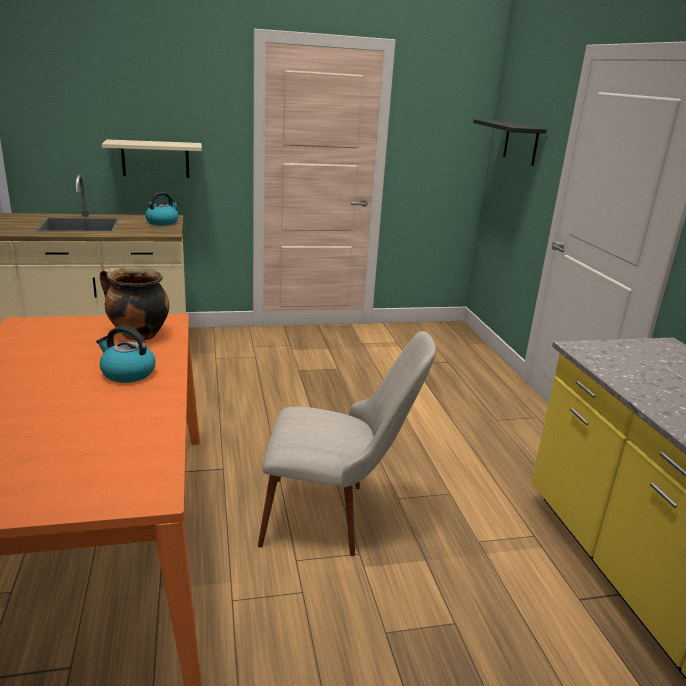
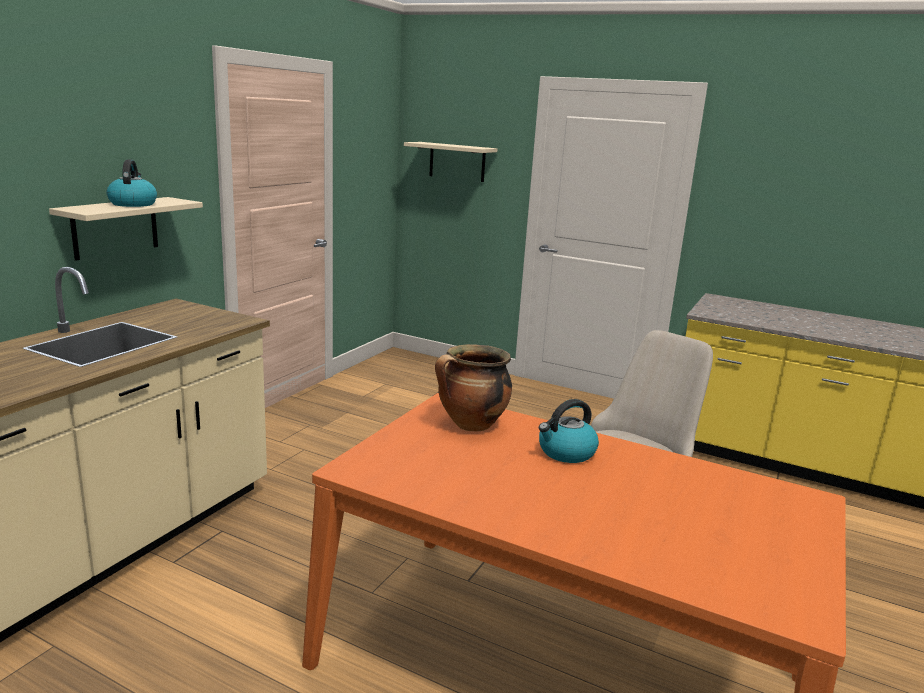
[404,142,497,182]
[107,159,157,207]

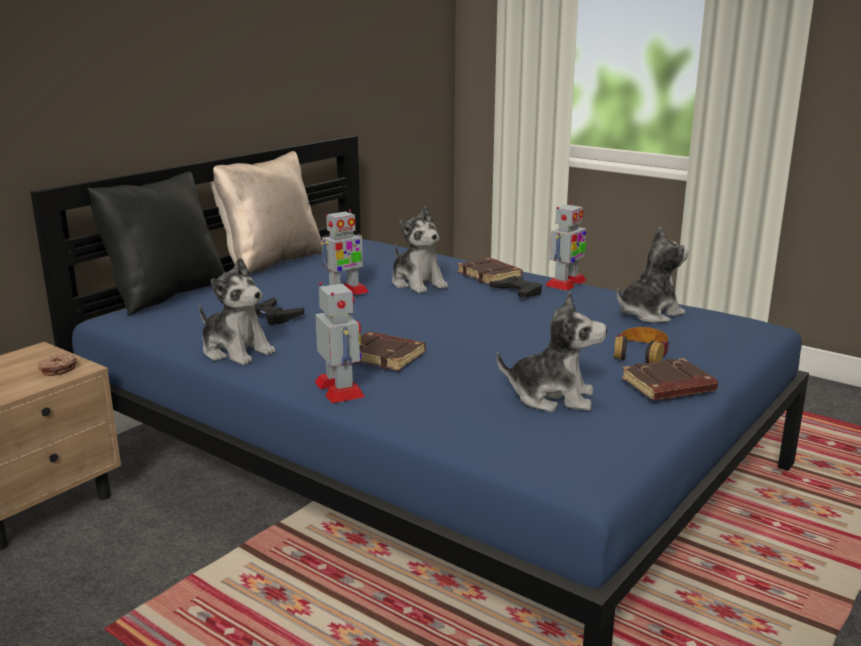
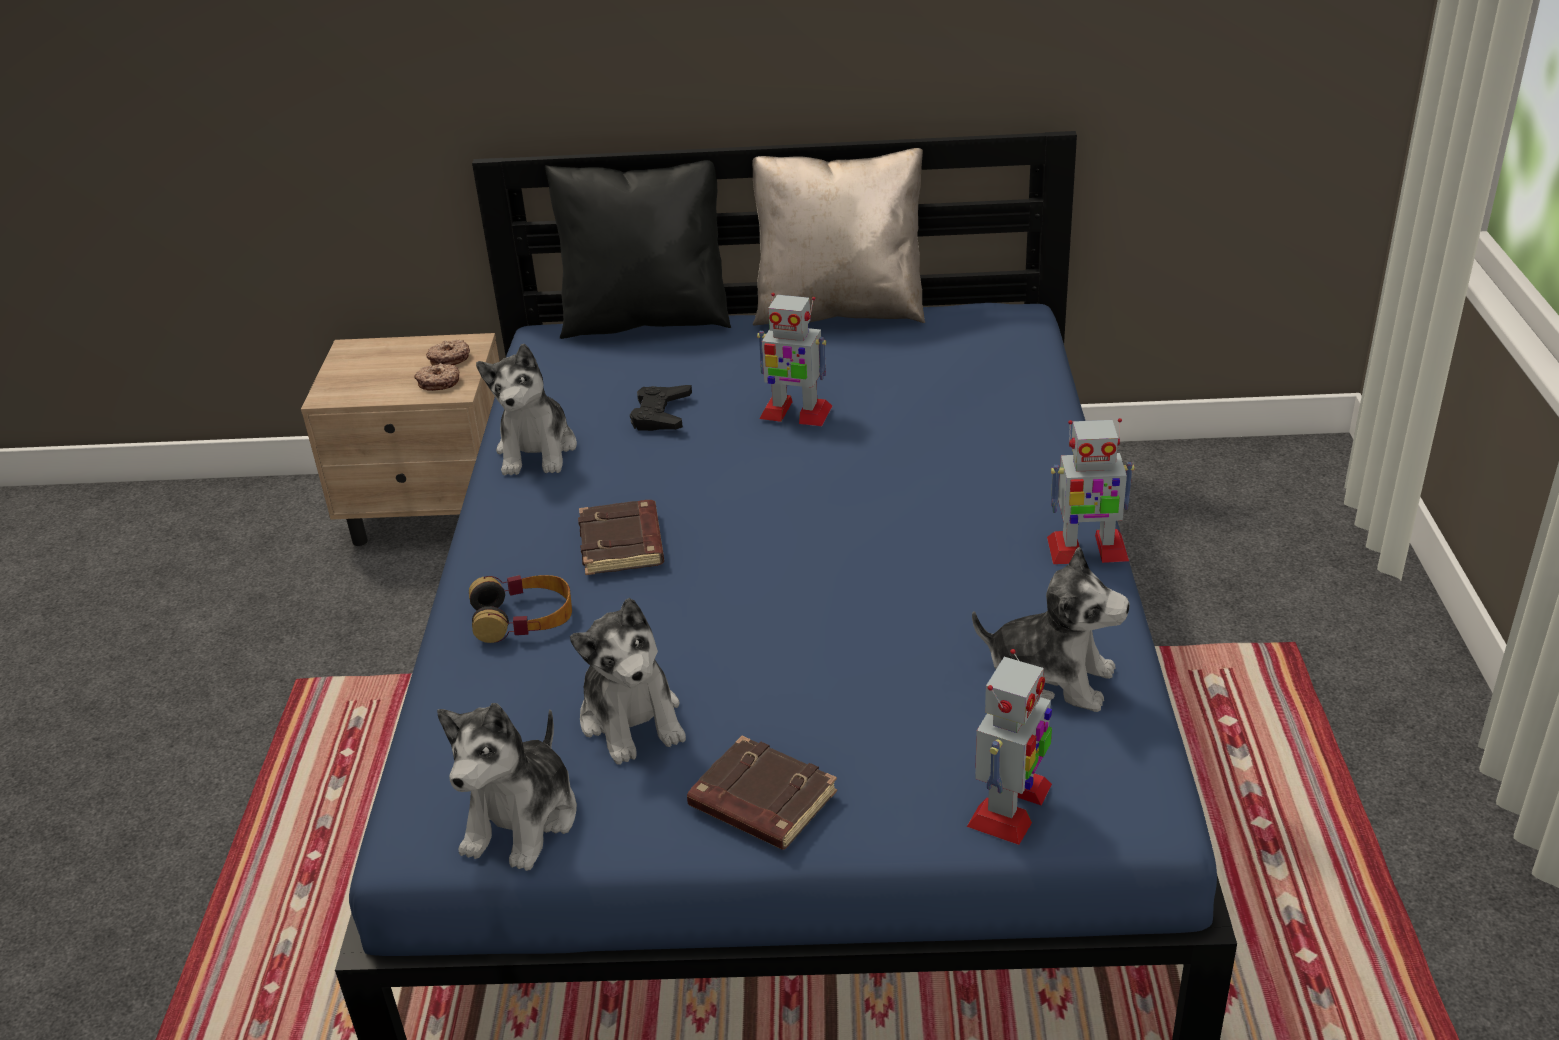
[437,703,577,871]
[457,257,523,284] (first image)
[489,276,542,298] (first image)
[967,649,1052,845]
[469,575,572,643]
[426,340,470,365]

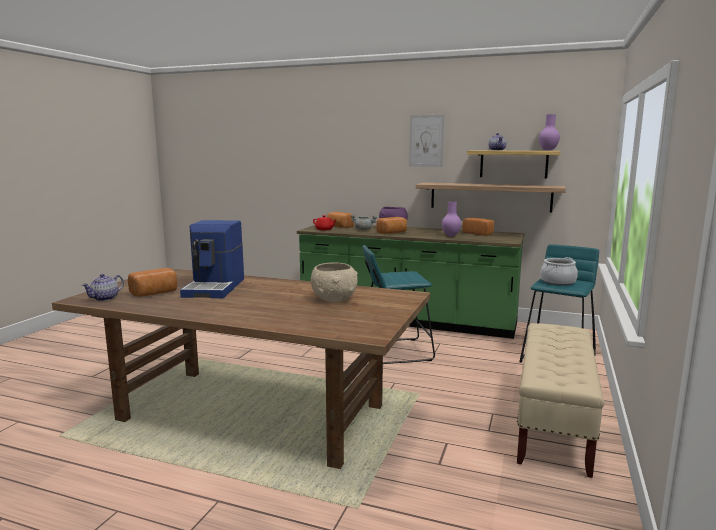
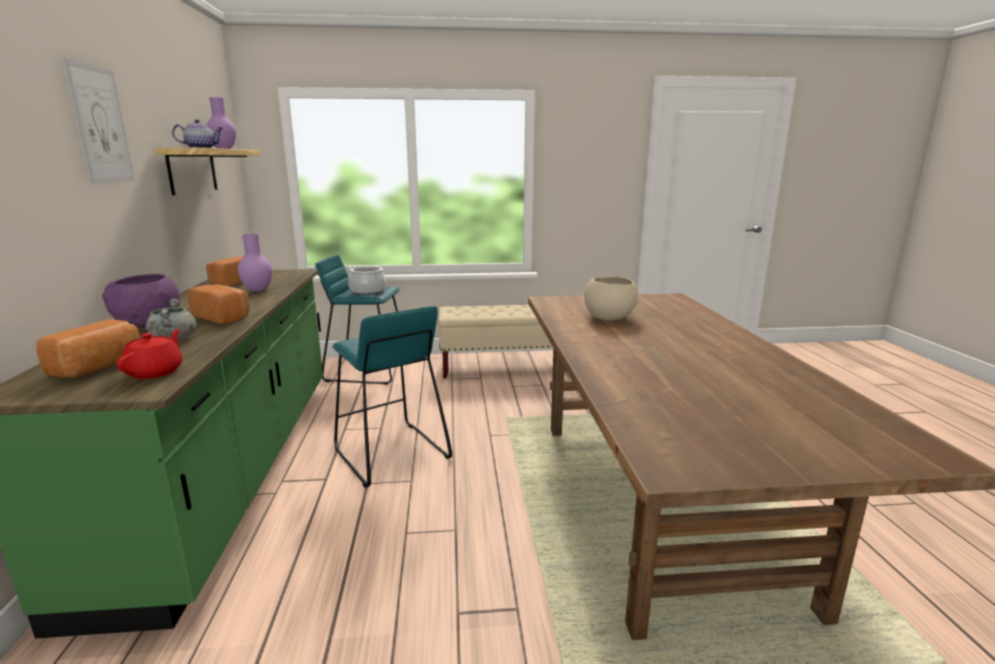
[416,182,566,213] (first image)
[180,220,244,298] (first image)
[128,268,177,297] (first image)
[82,274,124,301] (first image)

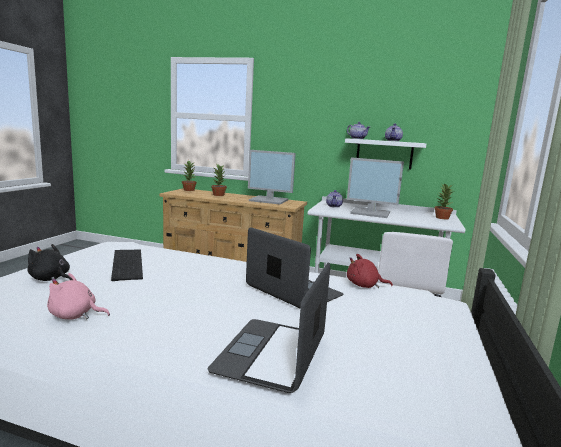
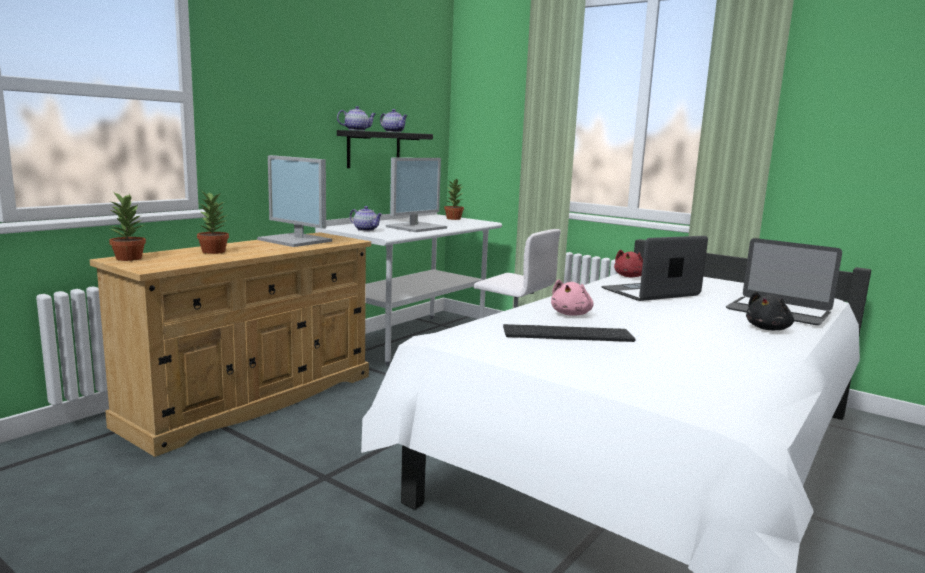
[337,130,433,168]
[257,155,332,247]
[746,292,794,330]
[551,280,593,316]

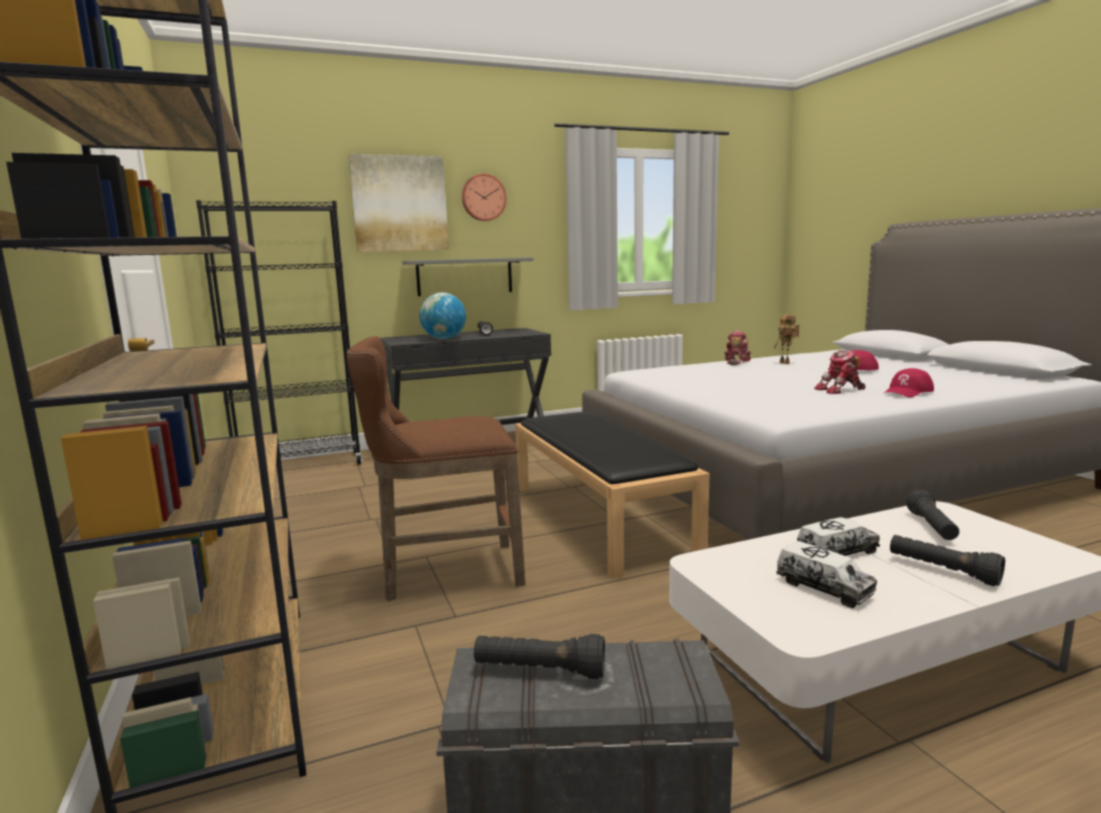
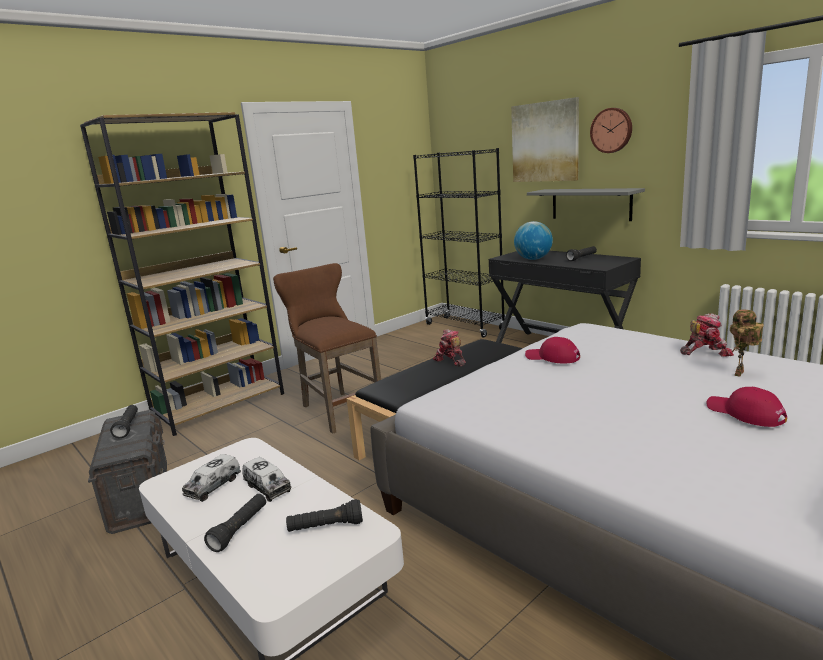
[433,329,466,367]
[525,337,580,363]

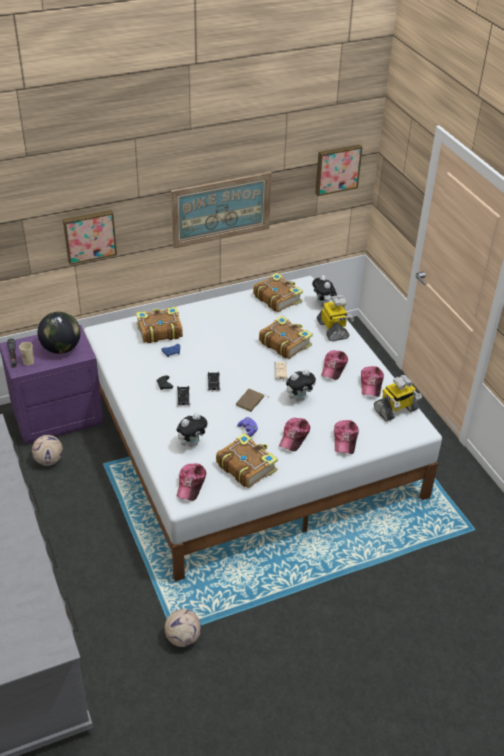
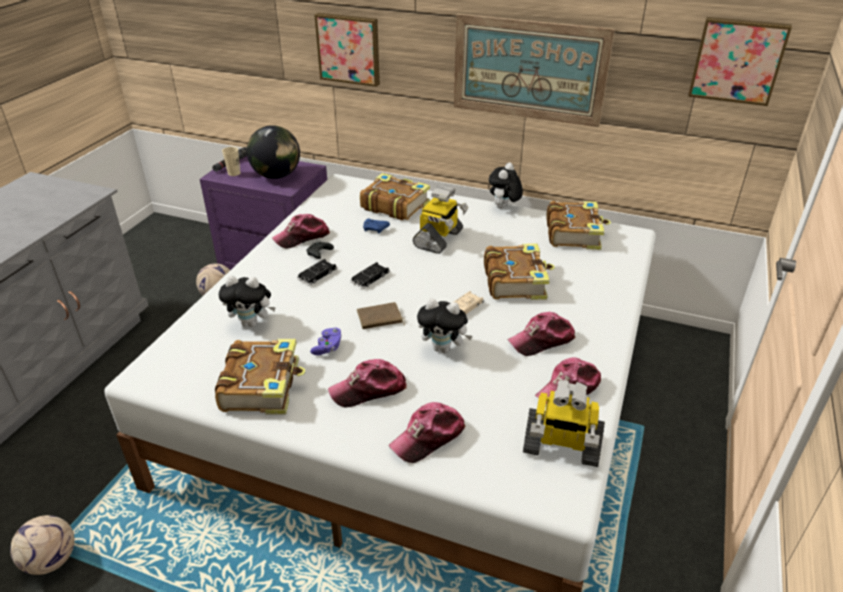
[489,163,523,209]
[412,185,468,254]
[272,214,330,249]

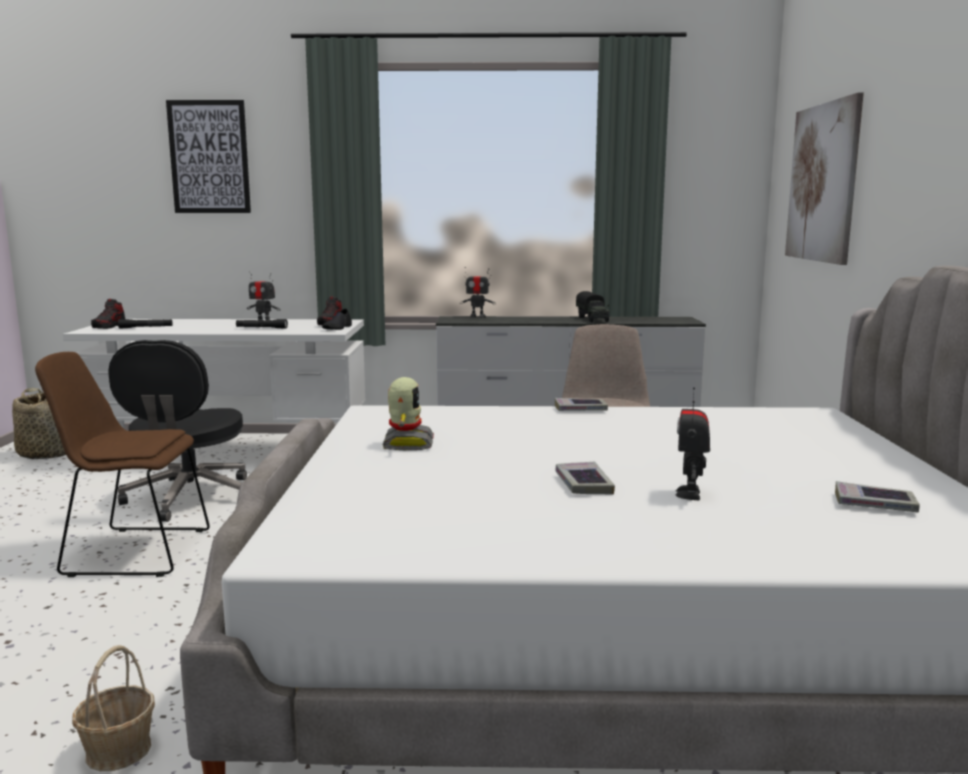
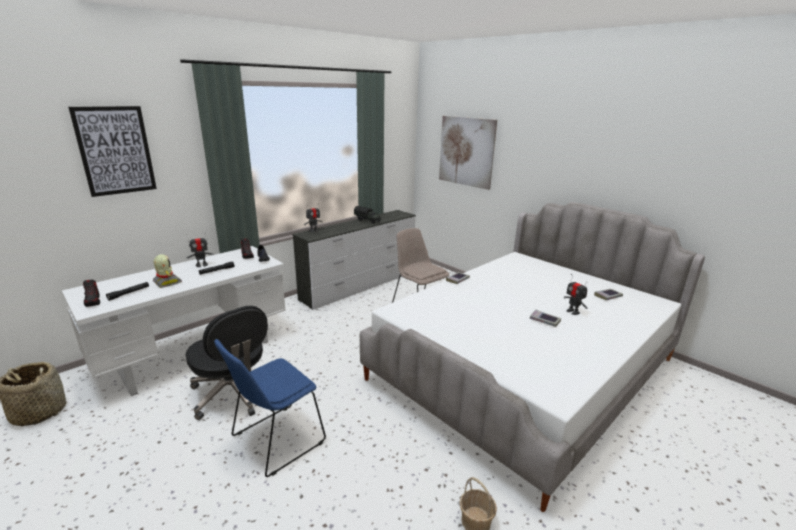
[214,339,326,477]
[153,254,182,288]

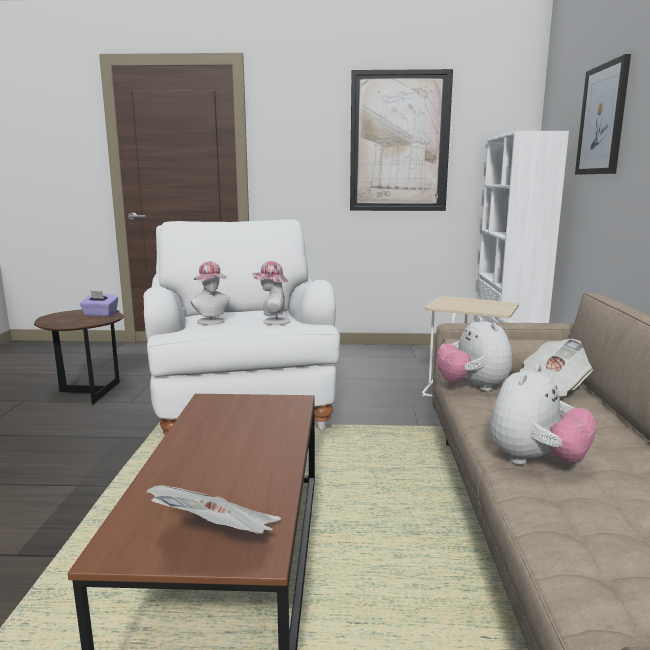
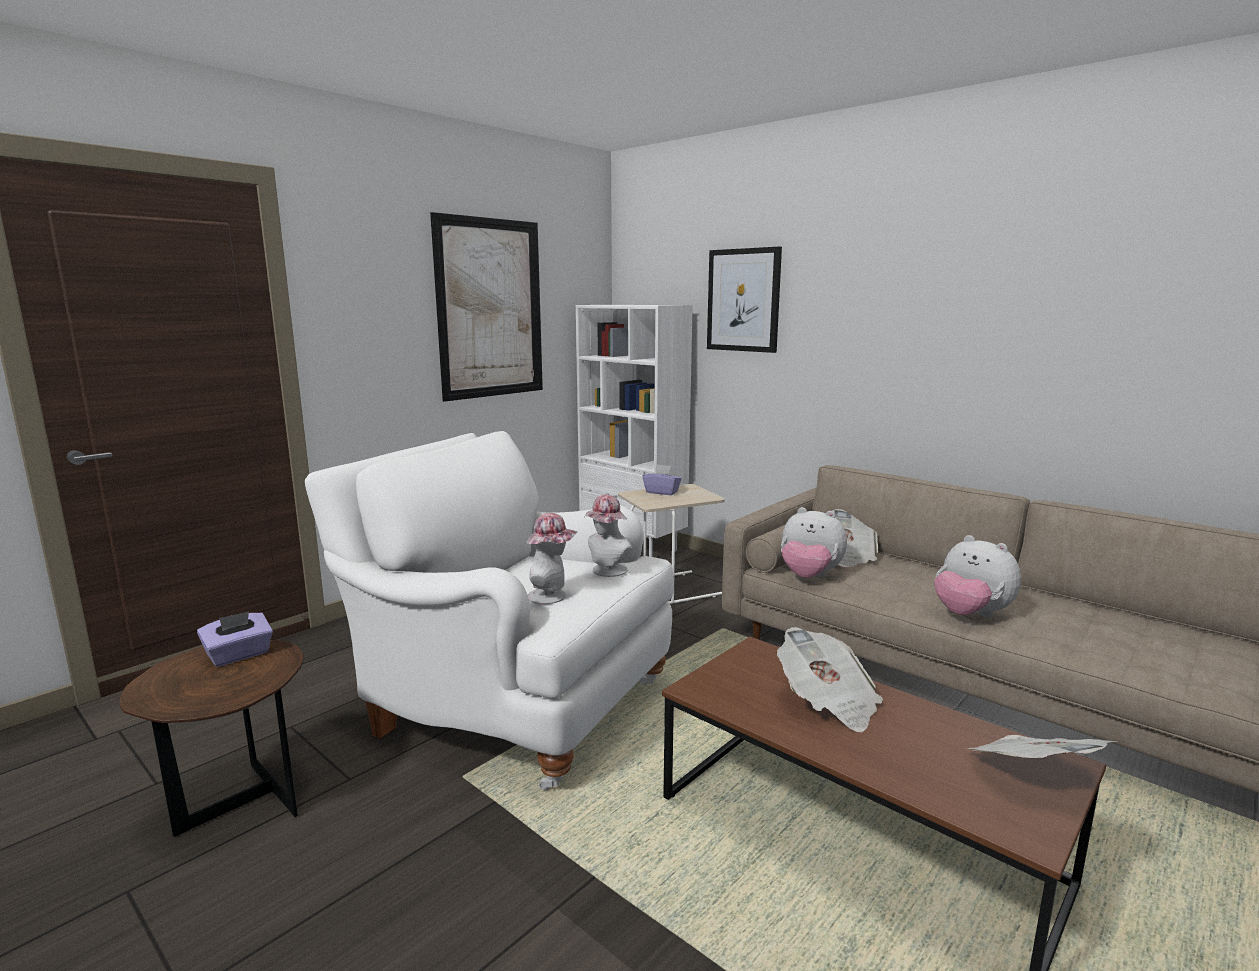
[934,535,1021,617]
[642,464,682,495]
[777,627,883,733]

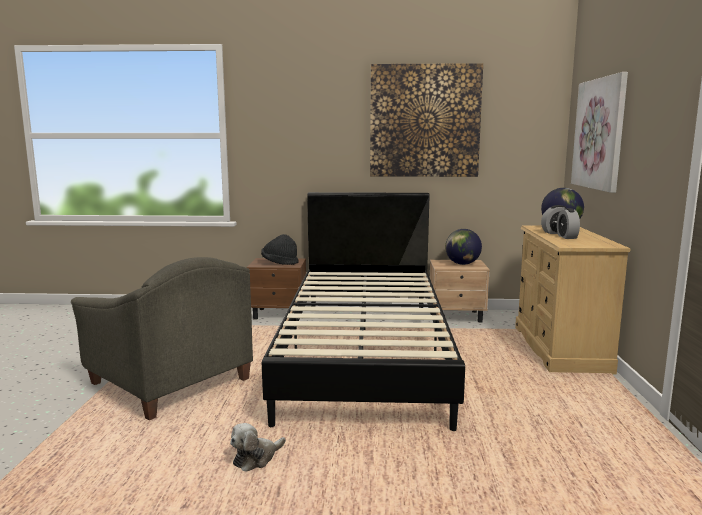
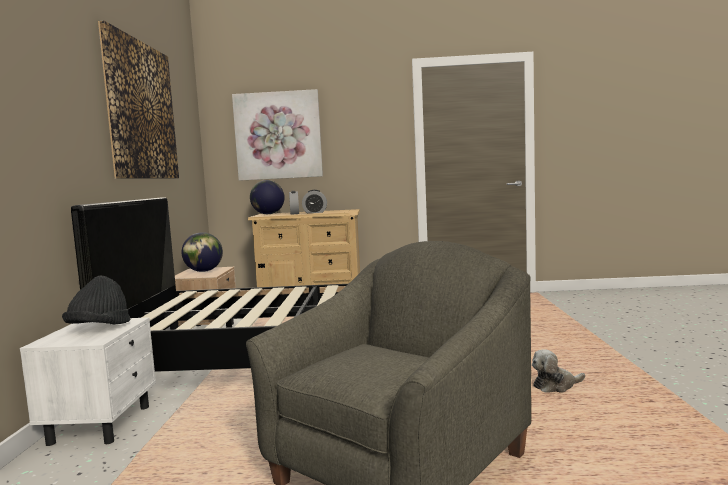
[20,317,156,446]
[532,349,585,393]

